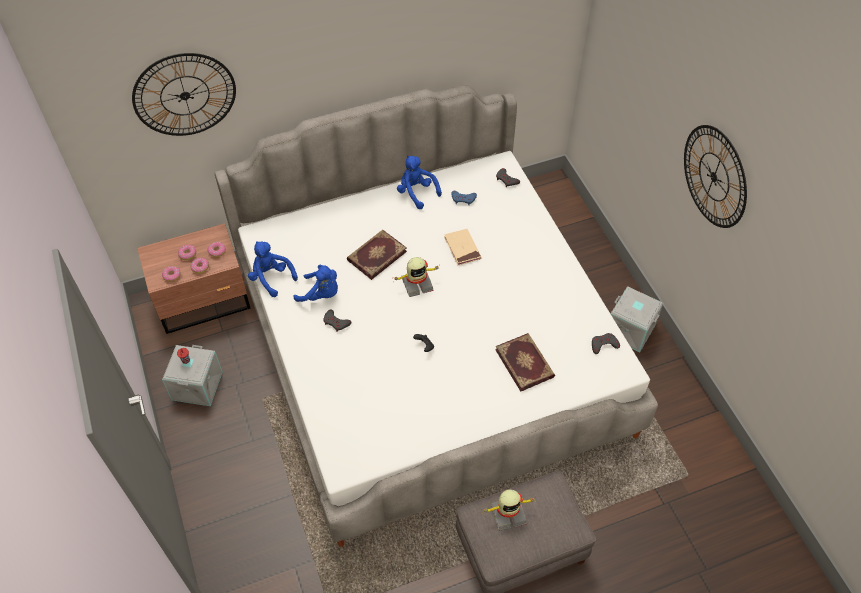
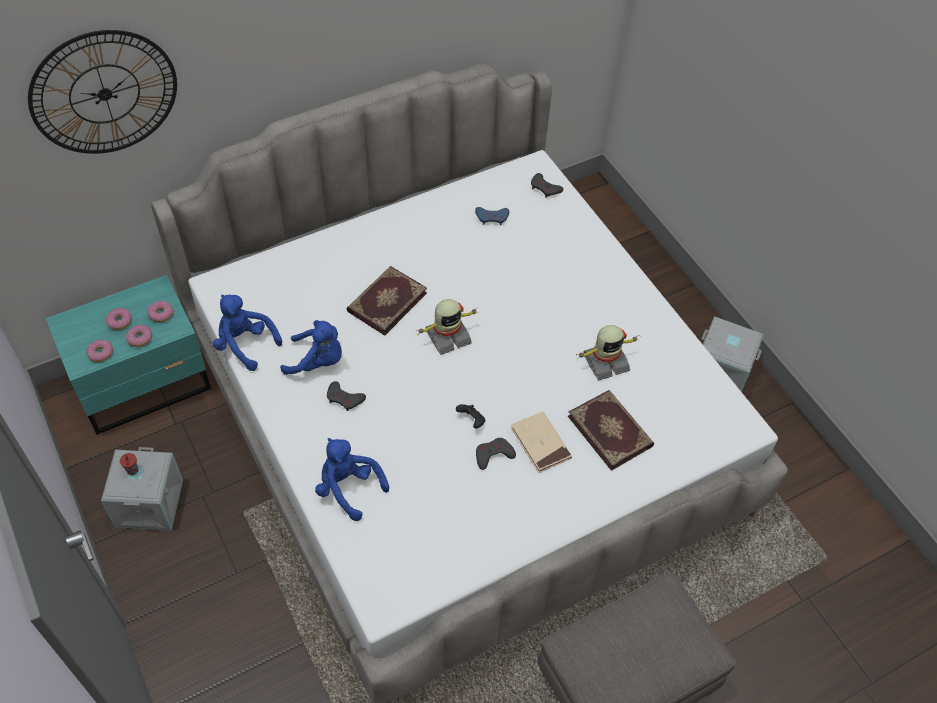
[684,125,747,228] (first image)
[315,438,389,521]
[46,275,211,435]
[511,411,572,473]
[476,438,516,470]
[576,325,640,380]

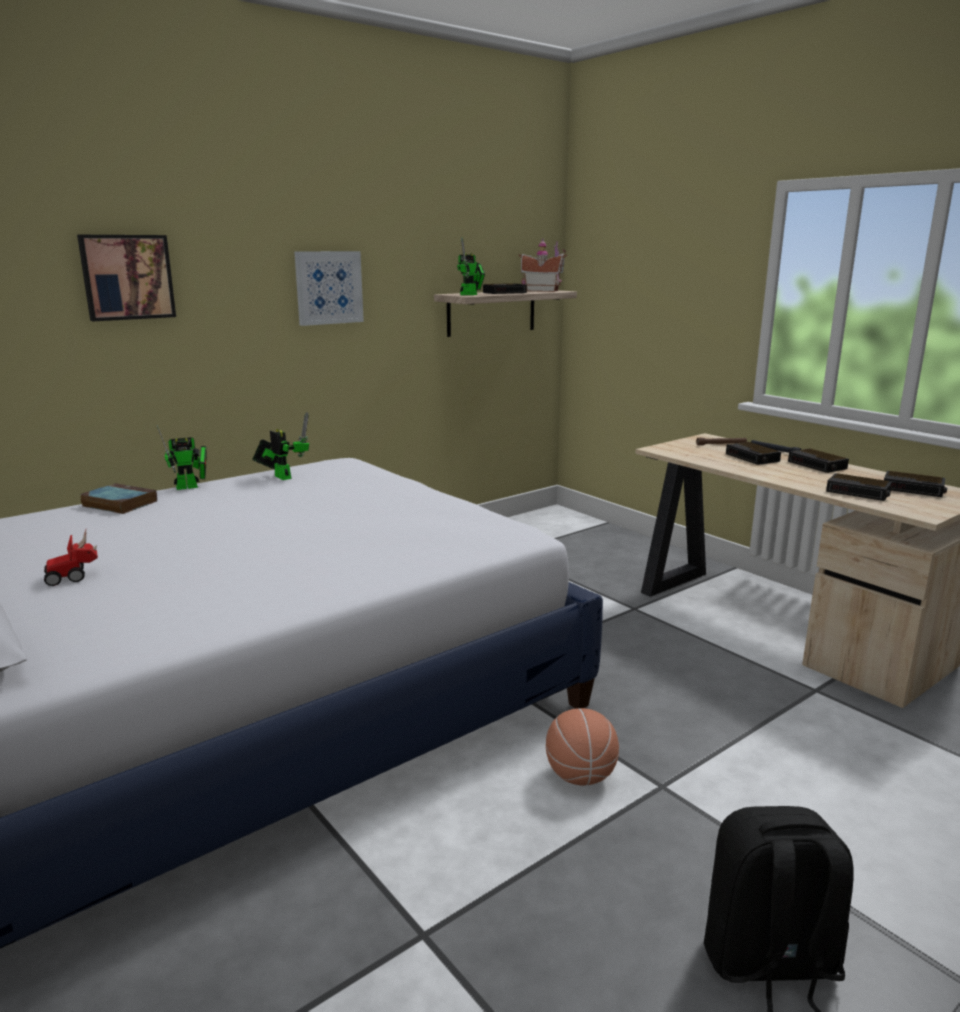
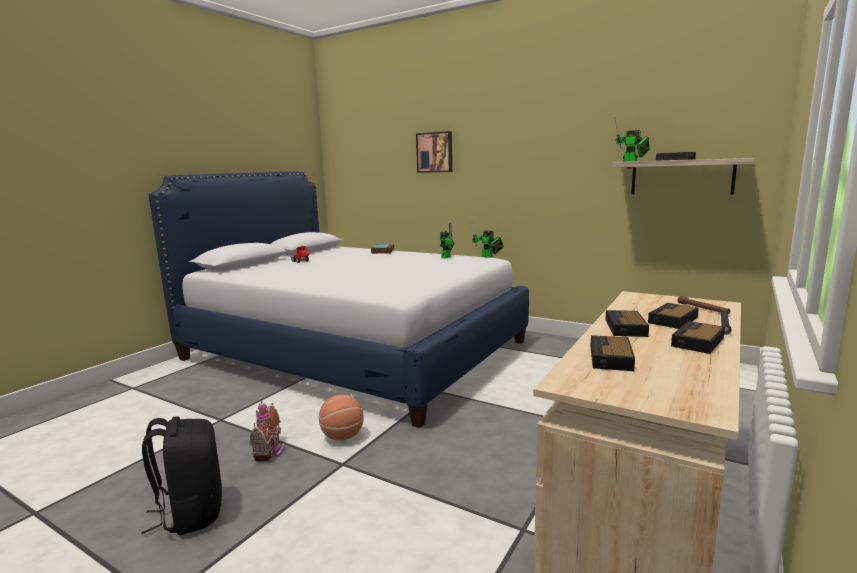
[250,400,284,461]
[294,251,364,326] (first image)
[470,221,504,258]
[605,310,649,337]

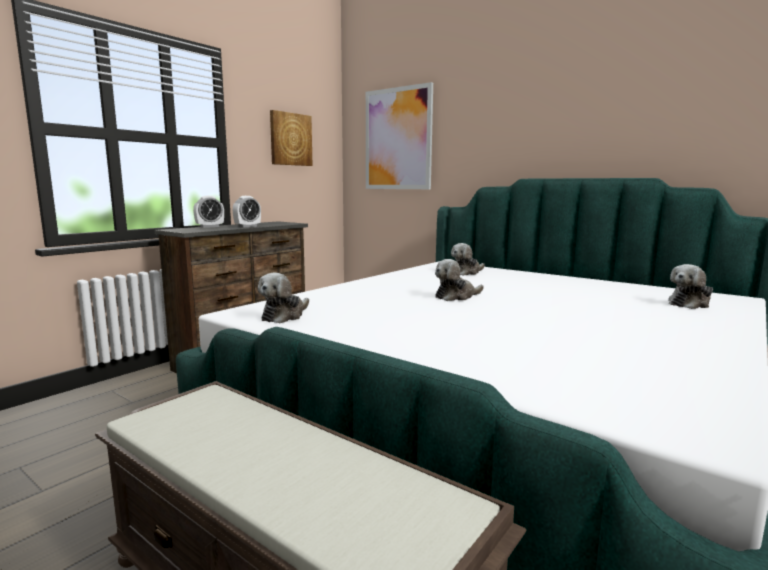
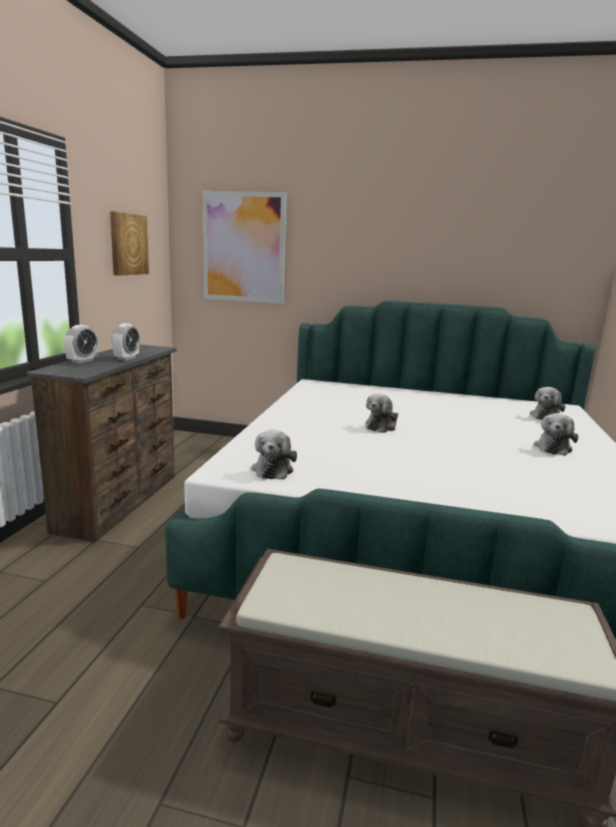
[534,413,578,456]

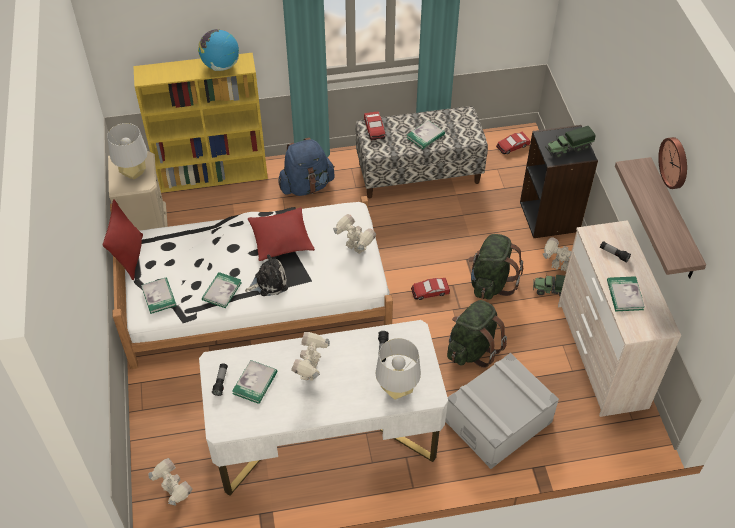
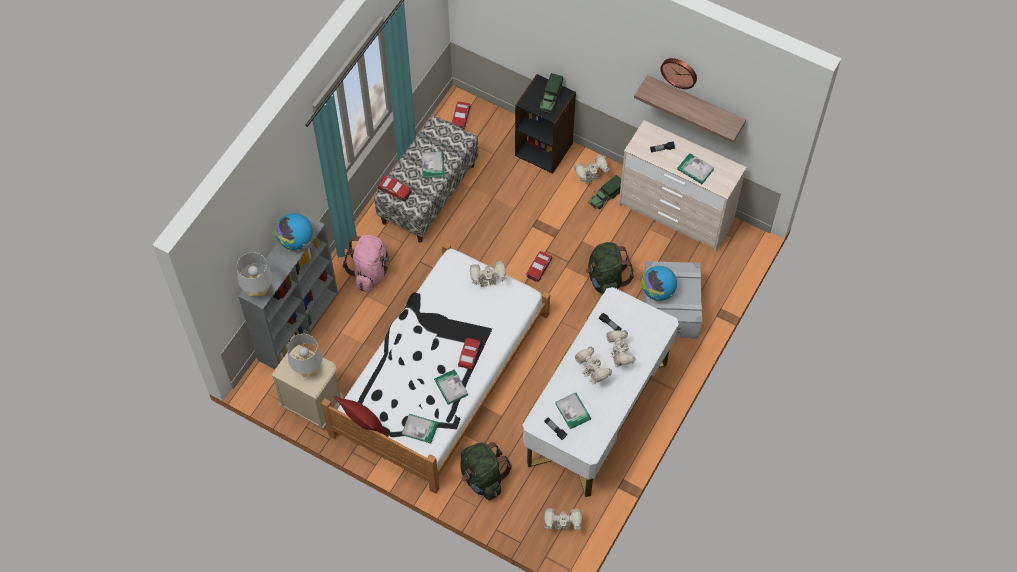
[238,212,338,369]
[343,235,390,292]
[248,207,315,261] (first image)
[461,442,512,500]
[458,338,480,370]
[237,252,273,296]
[641,266,677,301]
[606,330,636,367]

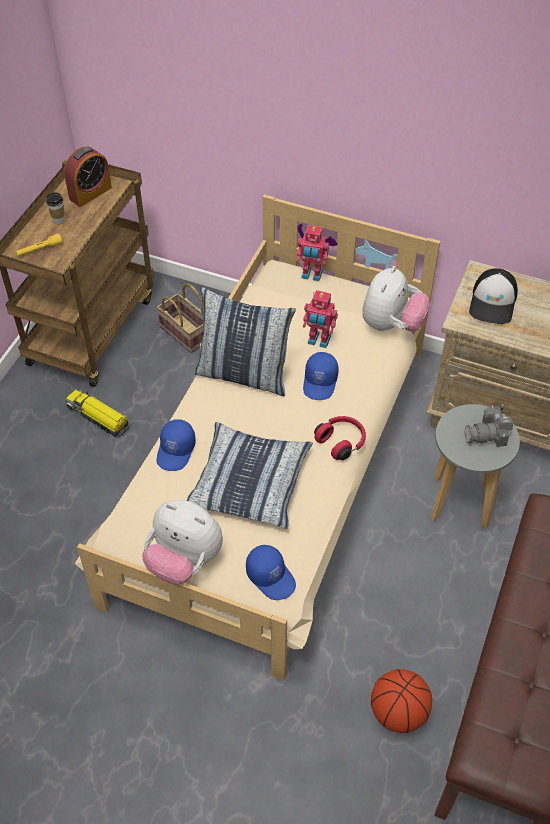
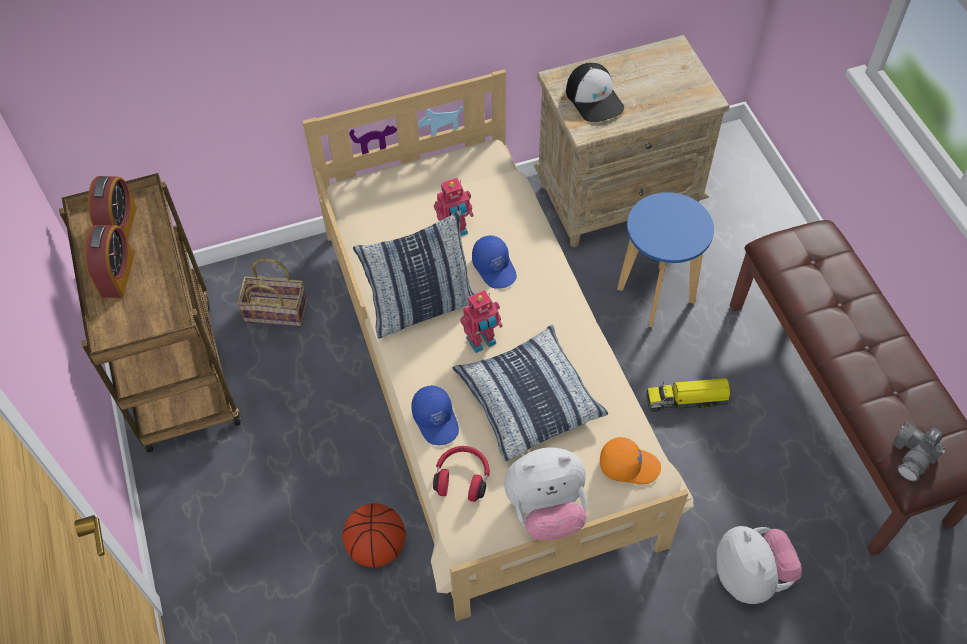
[84,225,134,298]
[460,290,503,353]
[16,233,63,256] (first image)
[716,526,802,604]
[646,378,732,412]
[617,192,714,327]
[893,422,945,482]
[433,446,490,502]
[600,437,661,485]
[342,503,406,568]

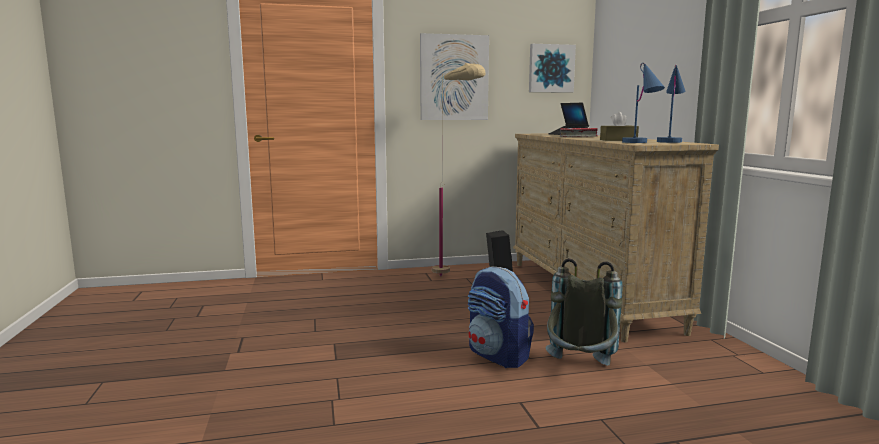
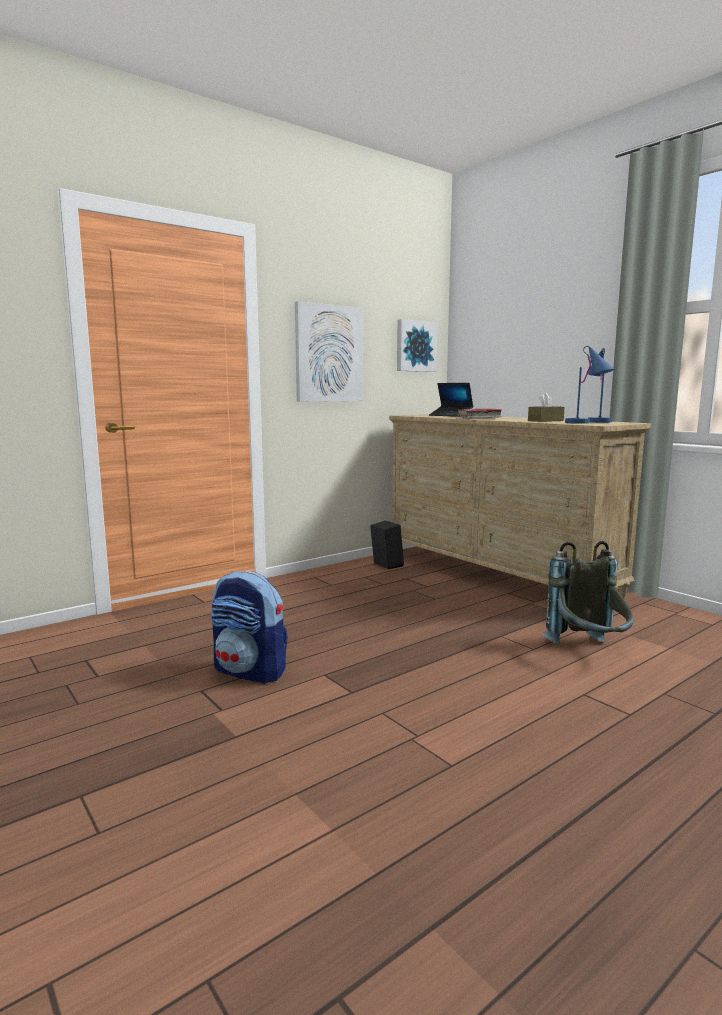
[432,63,486,276] (first image)
[211,571,288,684]

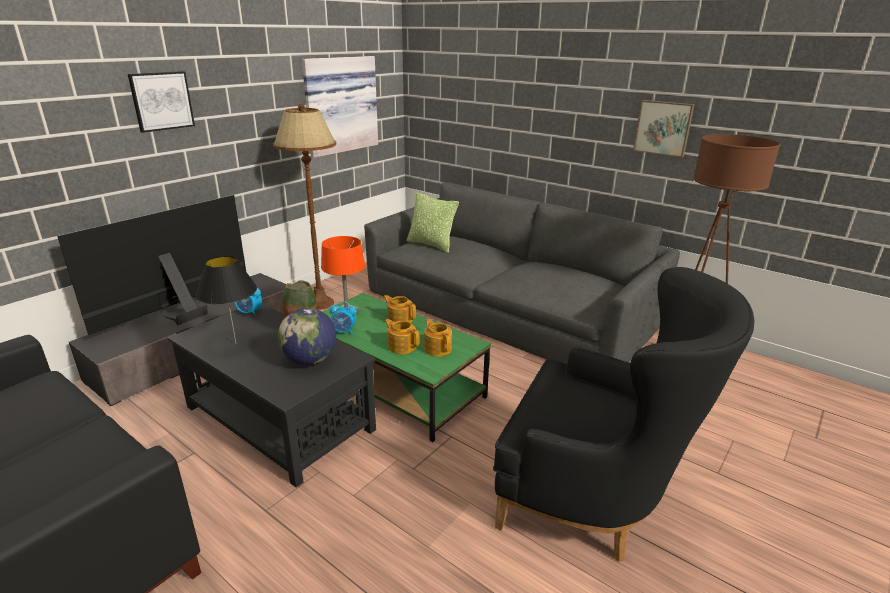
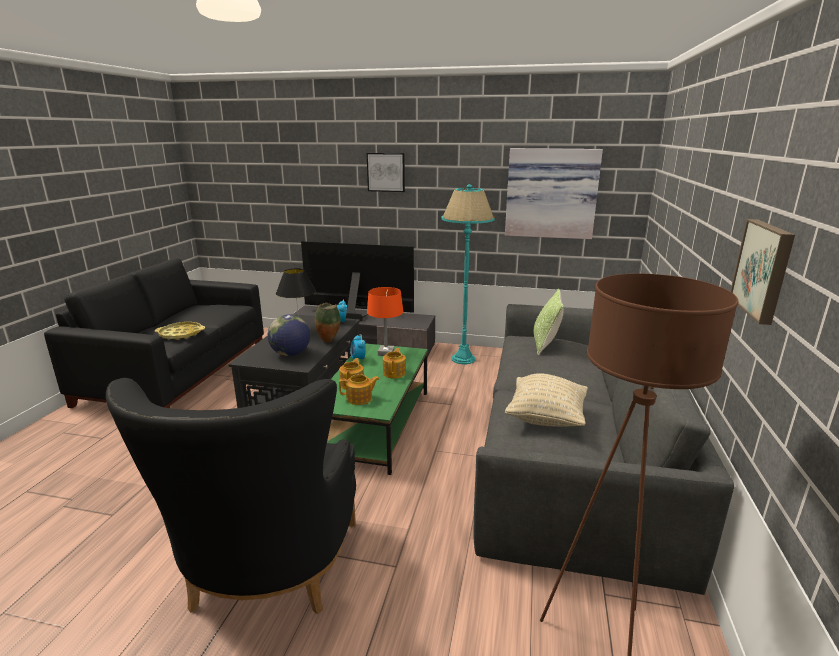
[441,184,495,364]
[339,374,380,405]
[155,322,205,340]
[505,373,588,427]

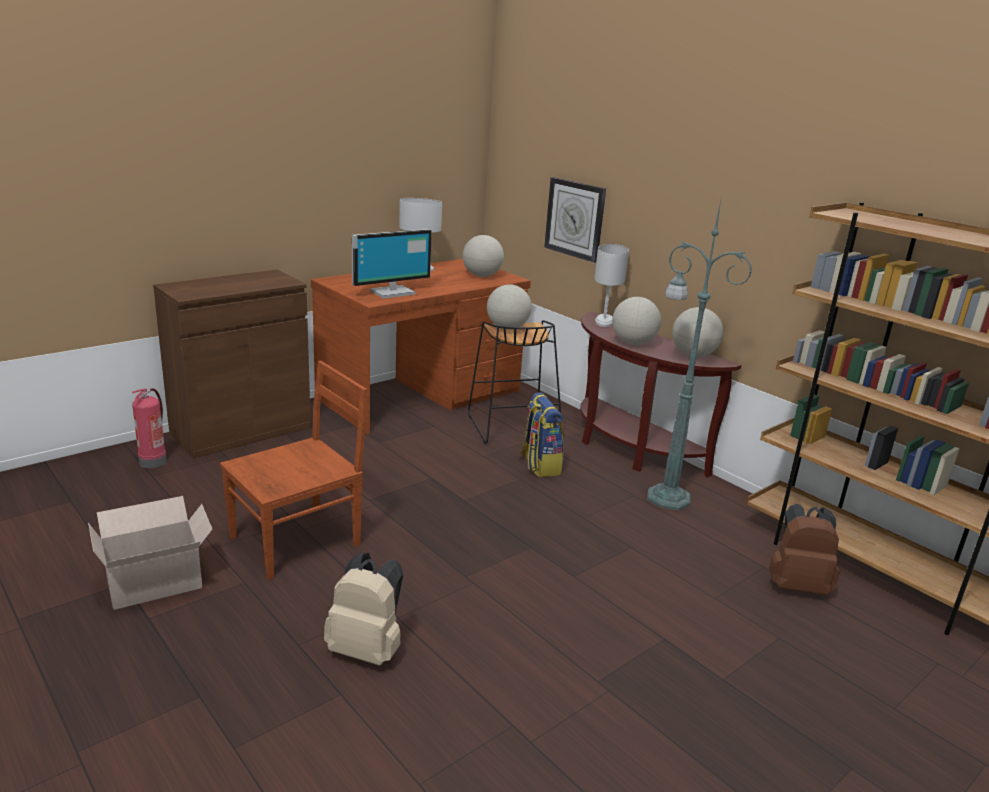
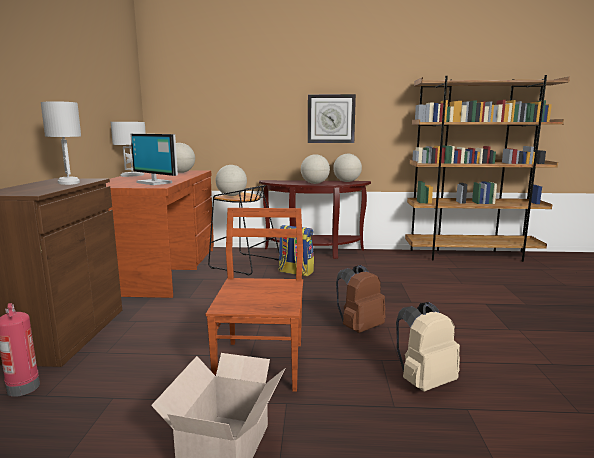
[308,94,356,143]
[647,200,752,510] (first image)
[130,134,178,185]
[41,101,81,185]
[336,265,385,333]

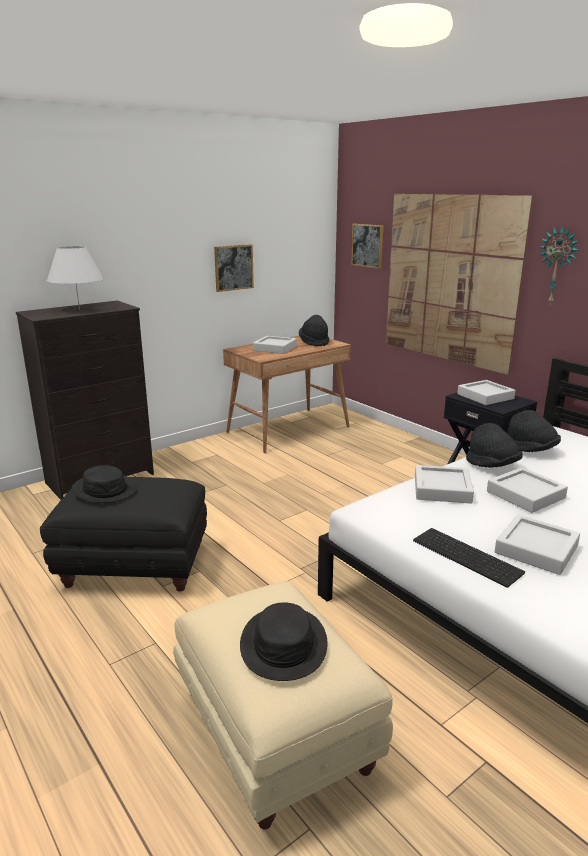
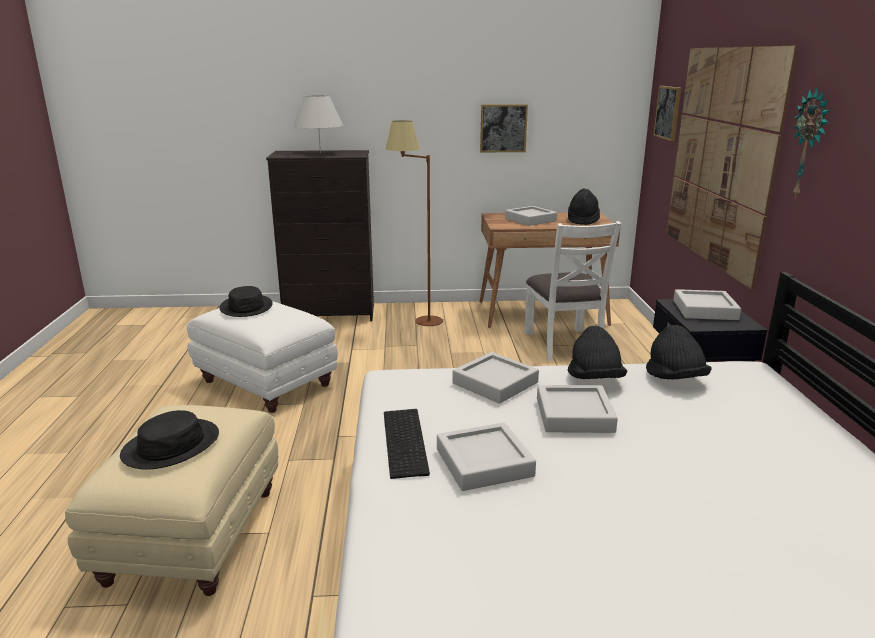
[187,301,338,413]
[386,120,443,326]
[525,221,621,361]

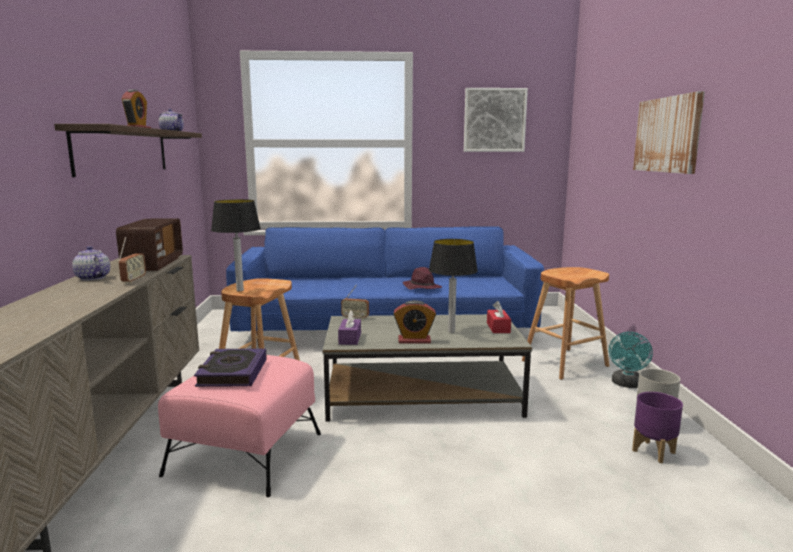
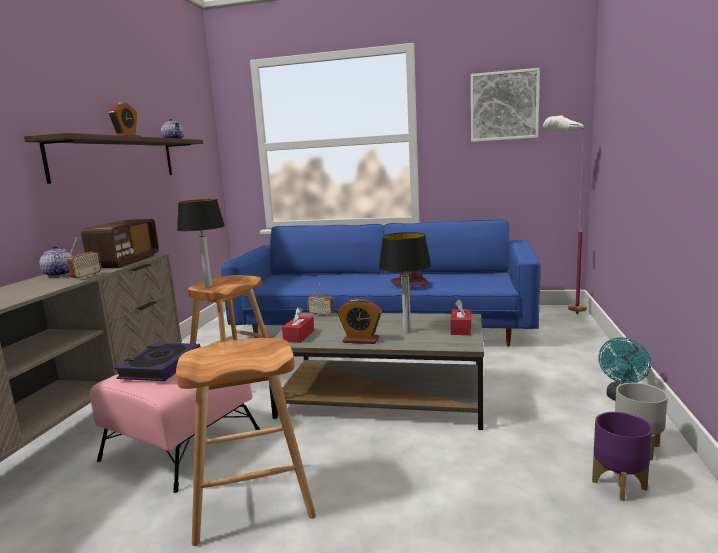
[633,91,705,174] (first image)
[176,338,316,546]
[282,307,314,343]
[543,115,587,314]

